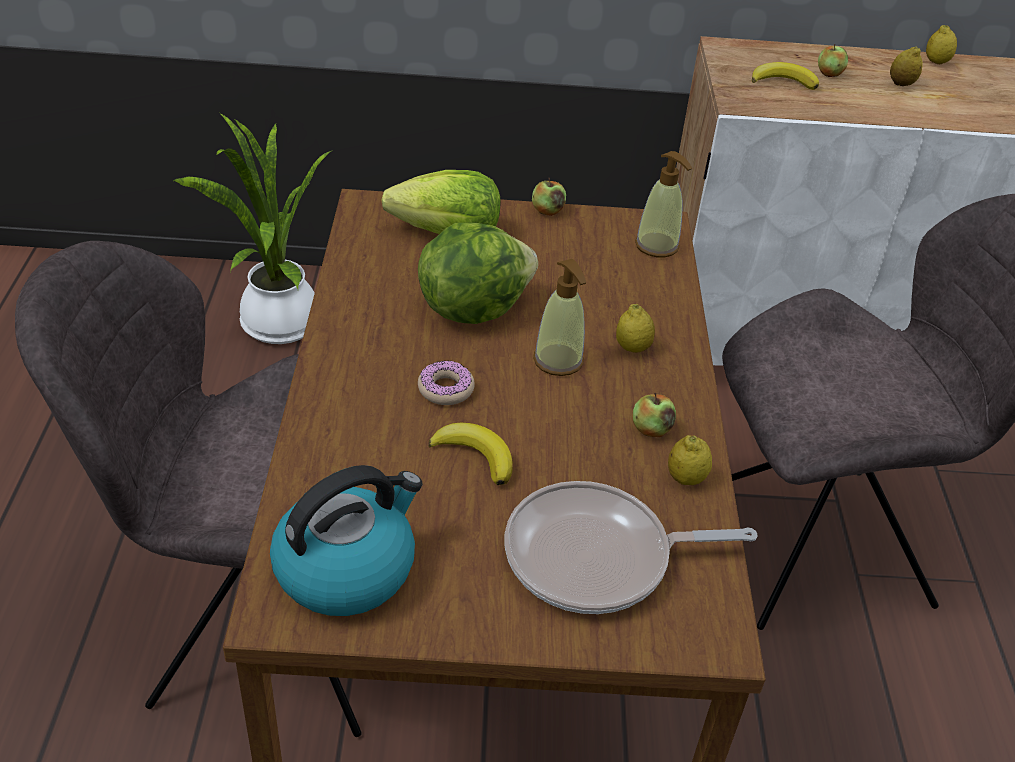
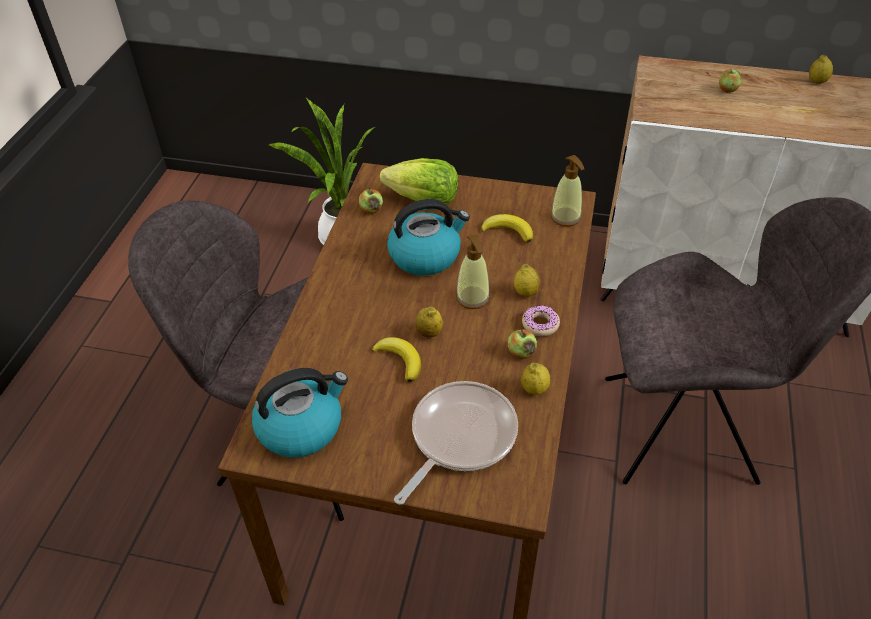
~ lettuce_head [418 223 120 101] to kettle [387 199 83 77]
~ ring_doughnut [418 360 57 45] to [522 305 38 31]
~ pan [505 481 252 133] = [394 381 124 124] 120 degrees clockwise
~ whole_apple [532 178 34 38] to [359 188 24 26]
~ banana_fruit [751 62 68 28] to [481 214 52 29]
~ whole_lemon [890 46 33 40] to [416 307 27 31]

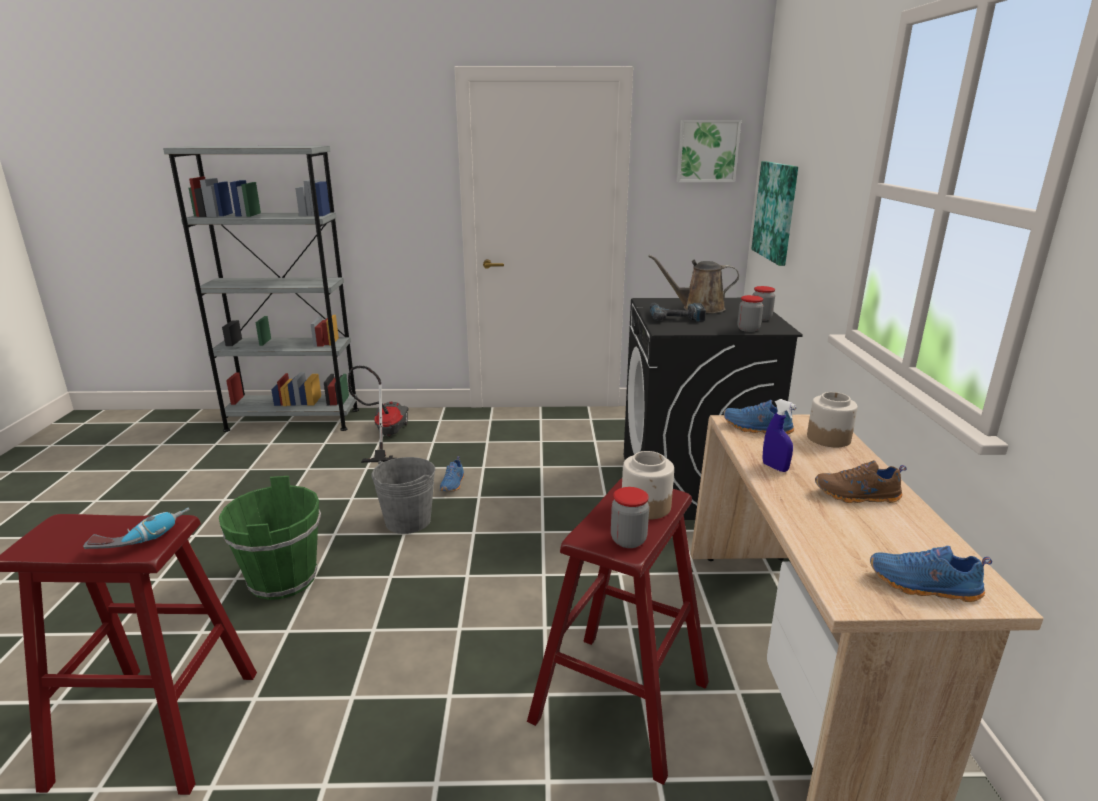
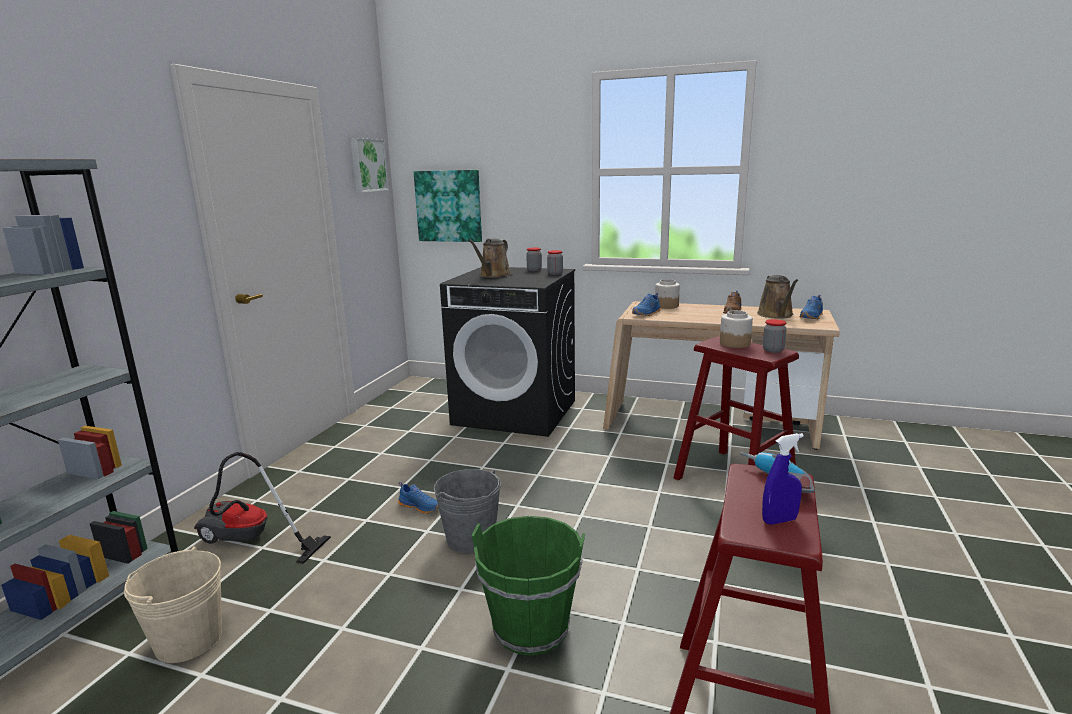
- power_drill [650 302 56 20]
~ blue-coloured_hand_sprayer [763 399 33 73] to [762 433 42 92]
+ beige_water_bucket [124 546 98 117]
+ brown-coloured_watering_can [757 275 41 44]

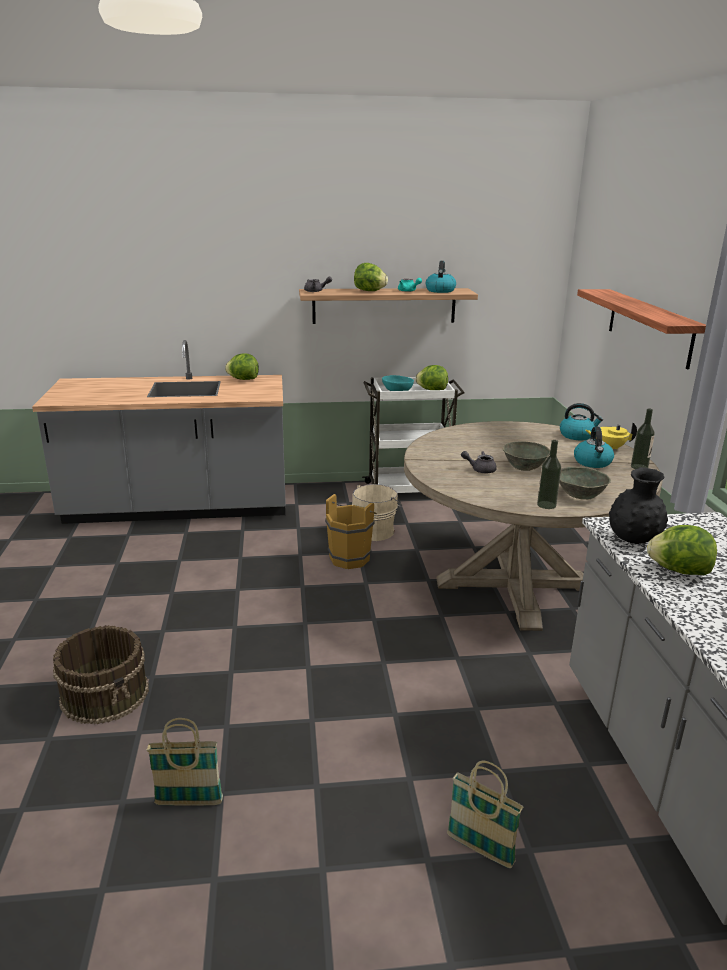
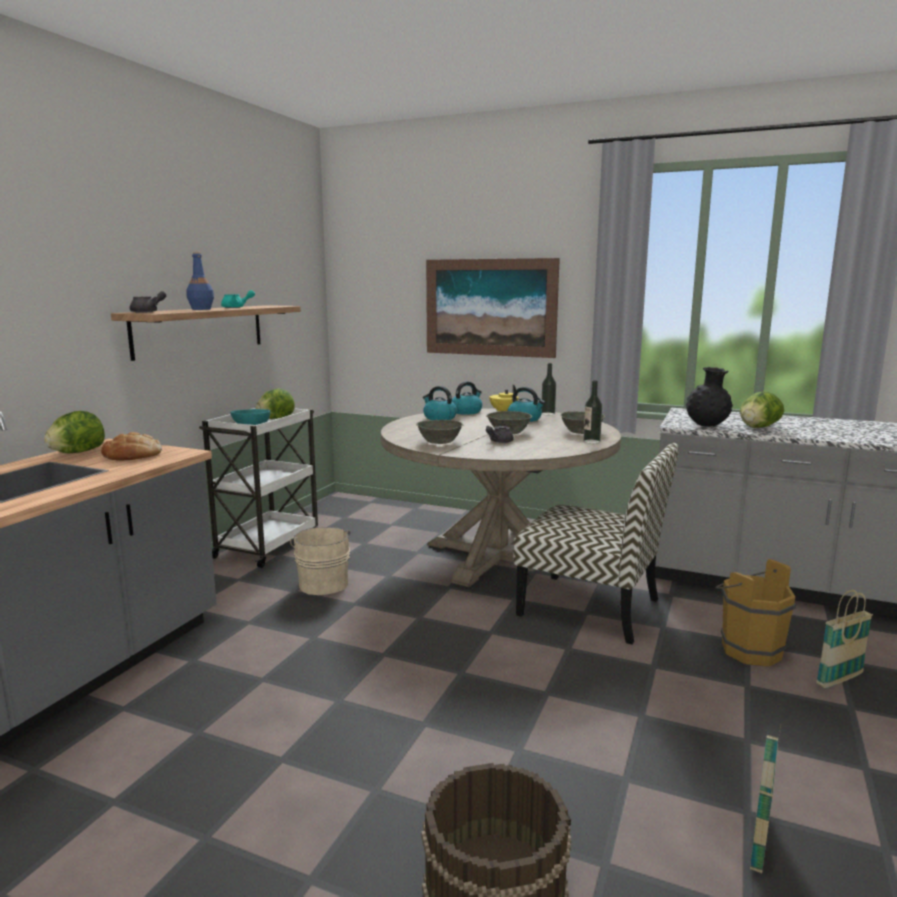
~ brown-coloured_water_bucket [325 494 52 75] to [715 559 81 108]
~ lettuce_head [354 263 34 28] to blue-coloured_bottle [186 252 28 58]
~ kettle [426 261 30 32] to [423 386 34 34]
~ bracket_shelf [577 289 129 80] to wall_picture [426 258 134 100]
+ bakery_bread [101 432 61 29]
+ gray_bowl [416 420 47 24]
+ chair [513 443 166 202]

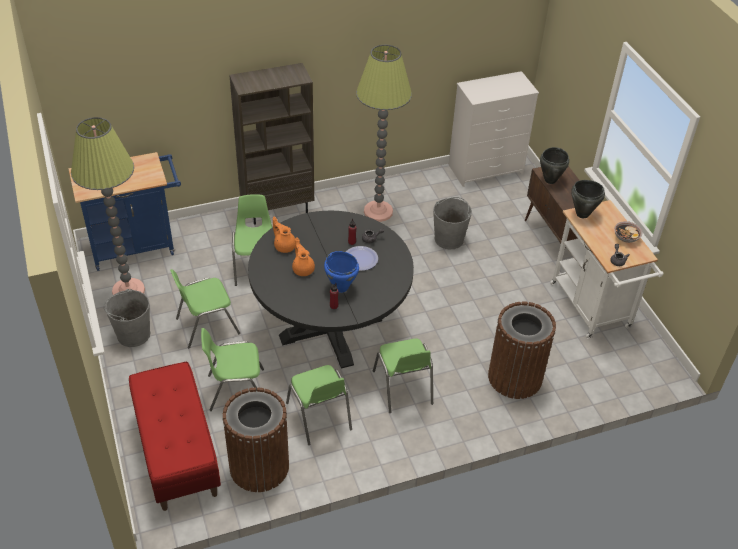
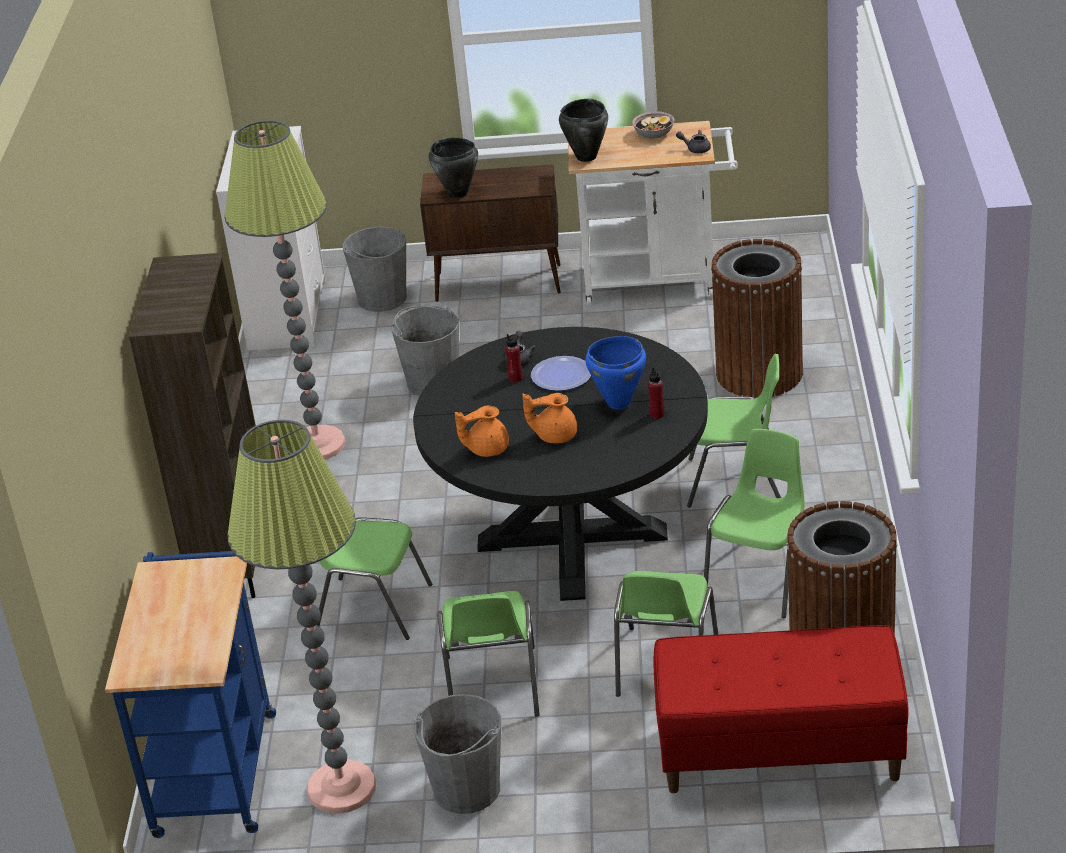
~ greenish_chair [286 365 66 80] = [704 429 101 189] 60 degrees counterclockwise
+ gray_water_bucket [342 227 65 85]

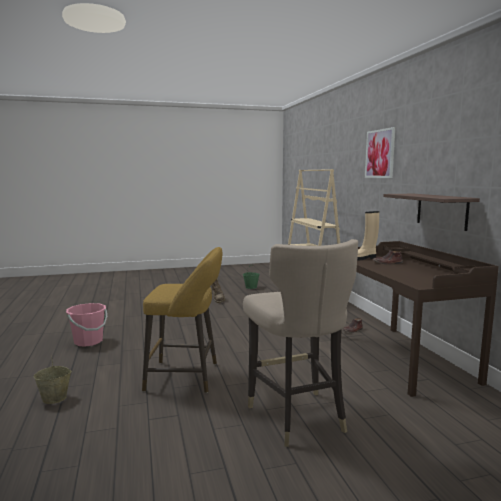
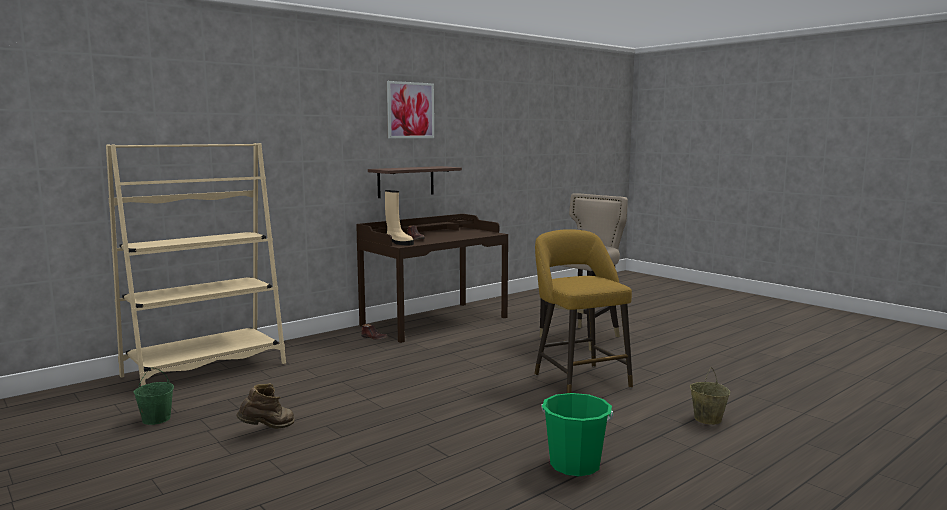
~ pink_water_bucket [66 303 41 44] to greenish_water_bucket [541 393 72 83]
~ wall_picture [365 127 30 51] to [387 81 47 57]

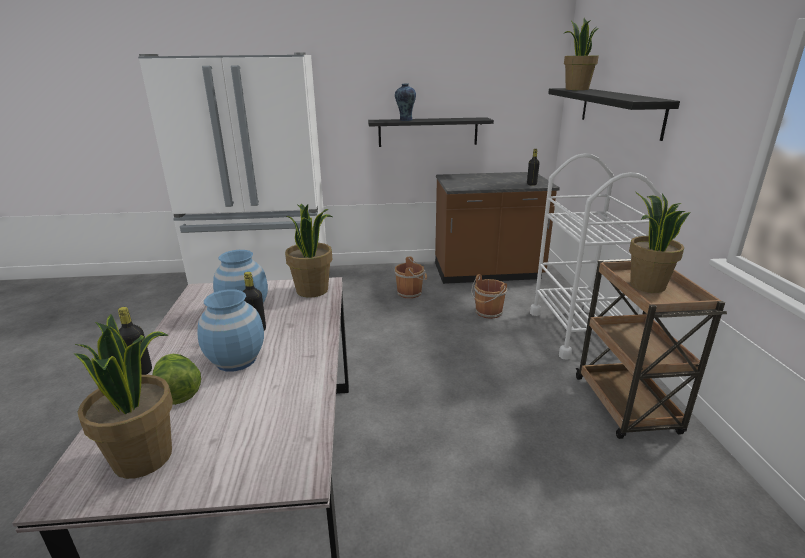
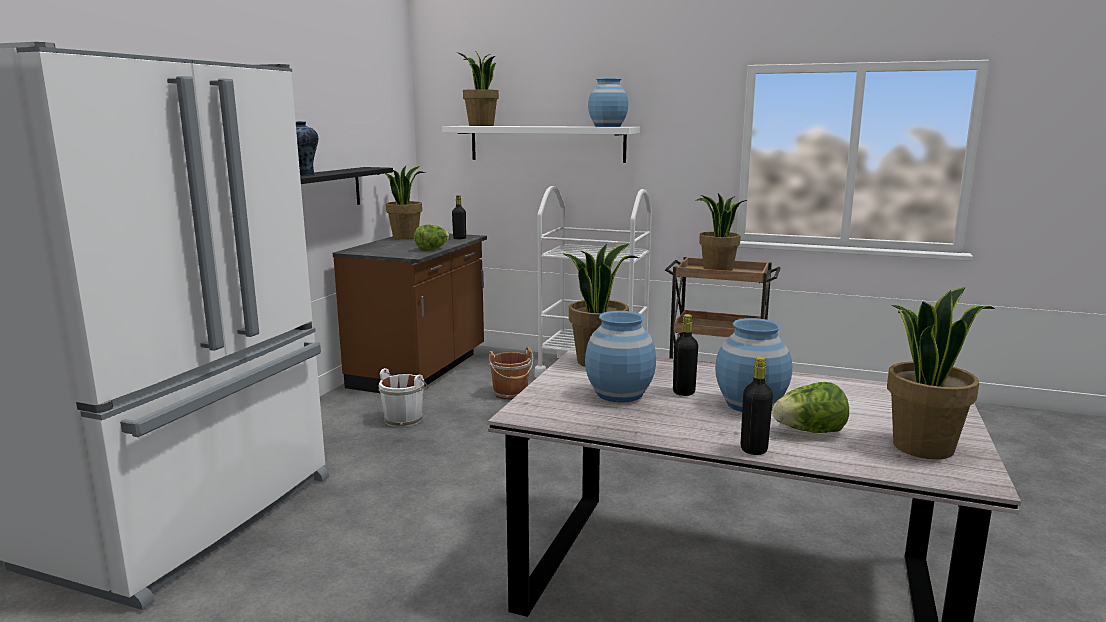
~ brown-coloured_water_bucket [394 257 33 41] to white_water_bucket [379 368 50 59]
~ black_bracket_shelf [548 88 132 53] to white_bracket_shelf [442 126 198 37]
+ houseplant [384 166 41 73]
+ lettuce_head [414 225 36 26]
+ blue-coloured_flower_vase [588 78 40 49]

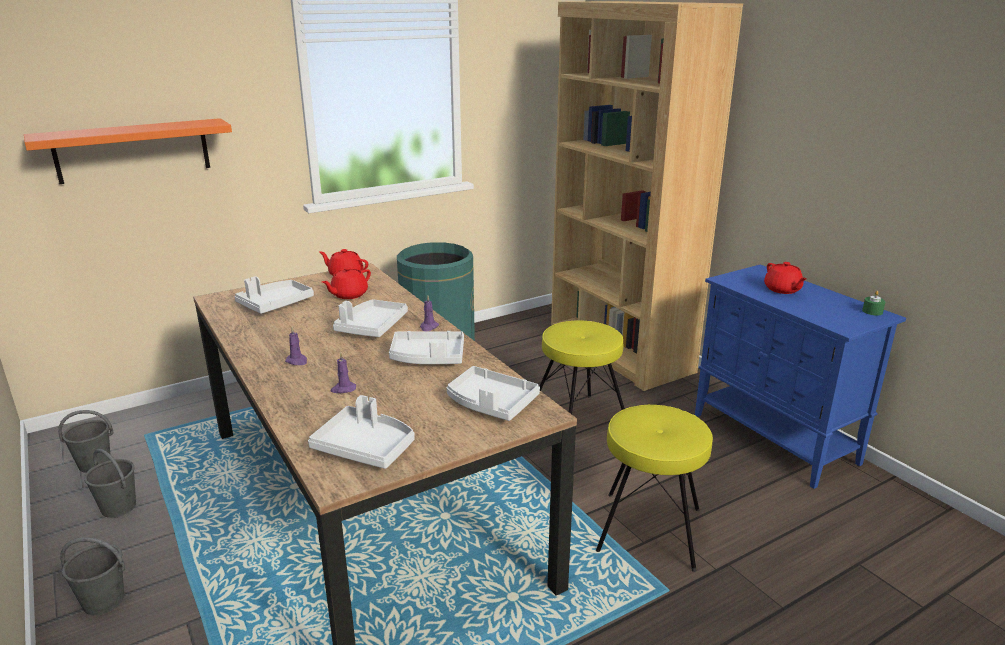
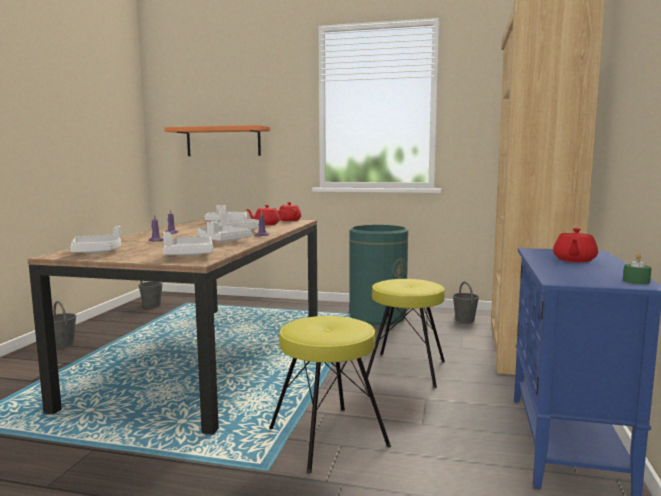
~ gray_water_bucket [84 449 52 69] to [453 281 26 42]

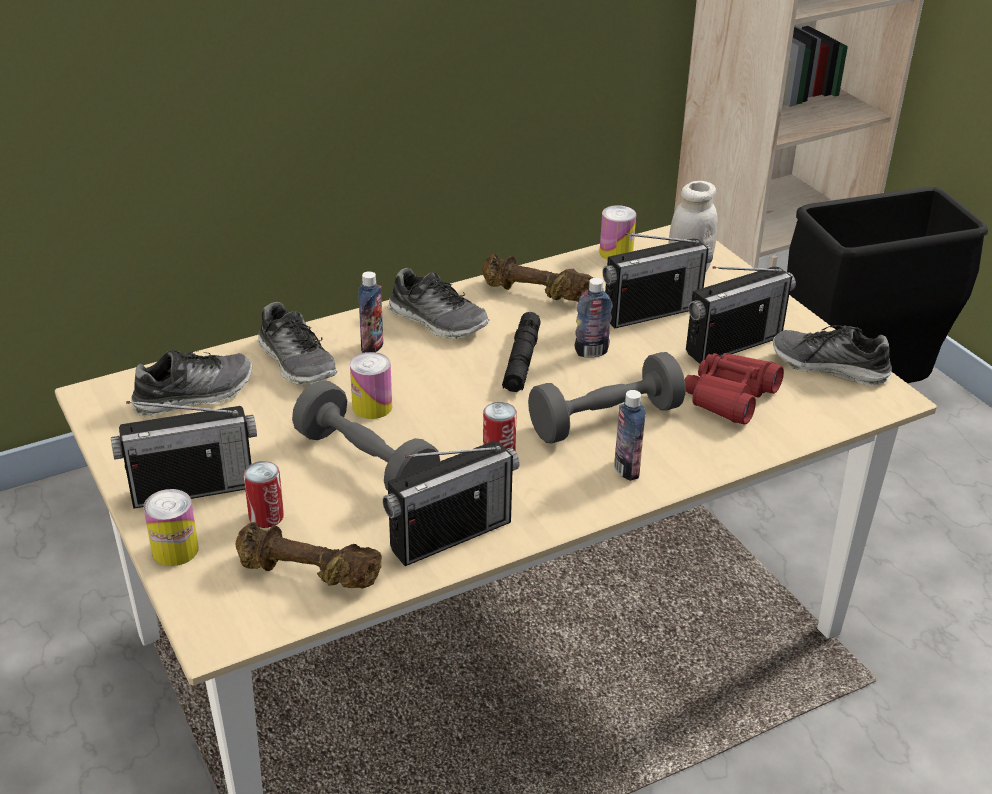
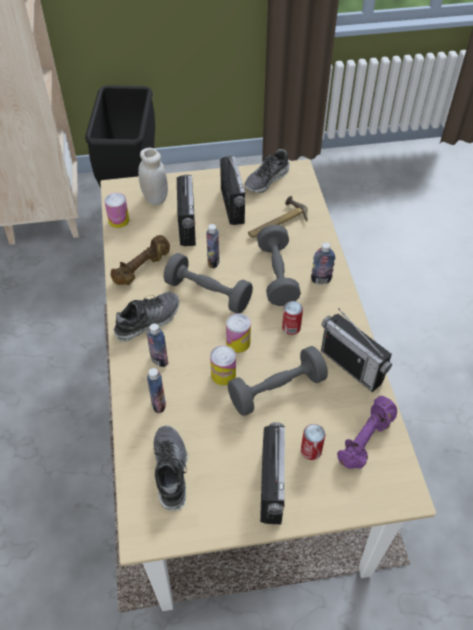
~ metal_can [144 489 55 77] to [226 313 25 40]
~ brown-coloured_hand_weight [235 522 147 67] to purple-coloured_hand_weight [337 396 60 73]
~ shoe [257 302 81 83] to bottle [147 368 19 45]
~ radio_set [382 441 138 125] = [321 308 71 84] 150 degrees clockwise
~ black_hand_torch [502 312 39 80] to gray_hand_weight [164 253 89 60]
~ red_binoculars [685 353 99 72] to hand_hammer [248 196 60 42]

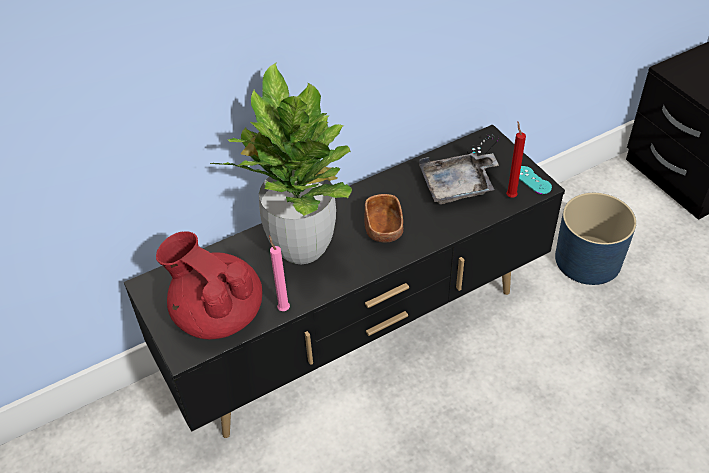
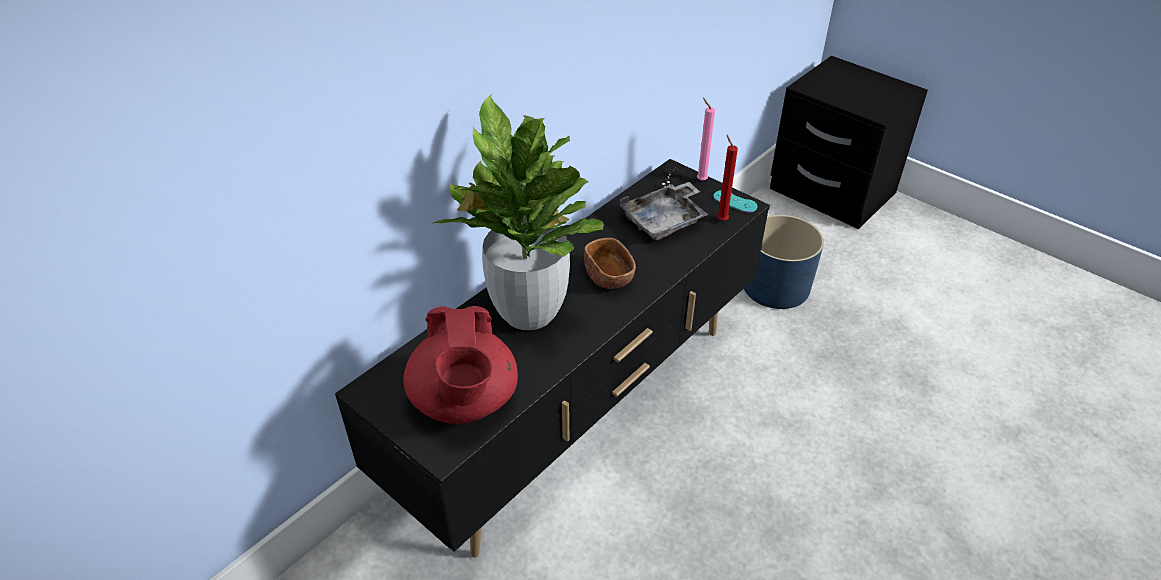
~ red_teapot [156 231 106 108] = [403 306 115 118] 120 degrees counterclockwise
~ pink_wax_candle [269 235 21 76] to [697 98 18 83]

